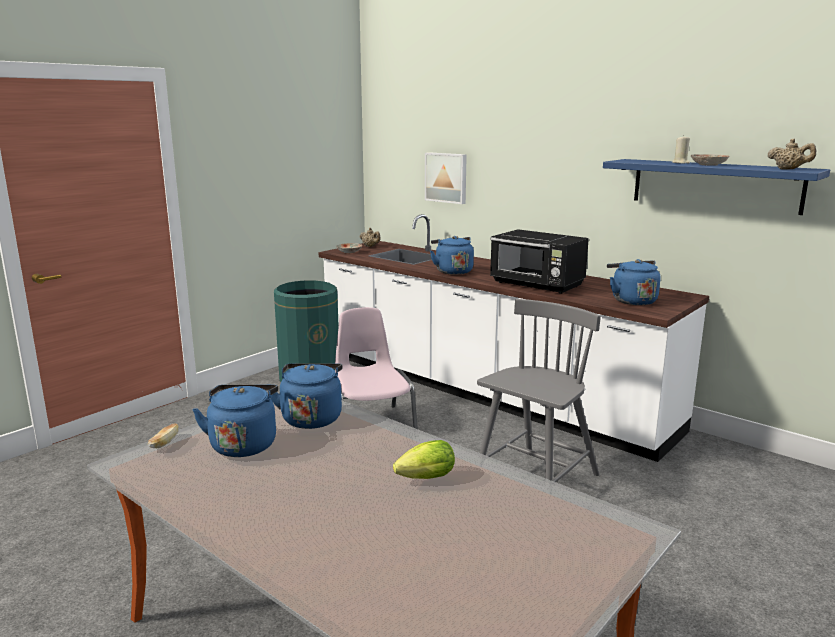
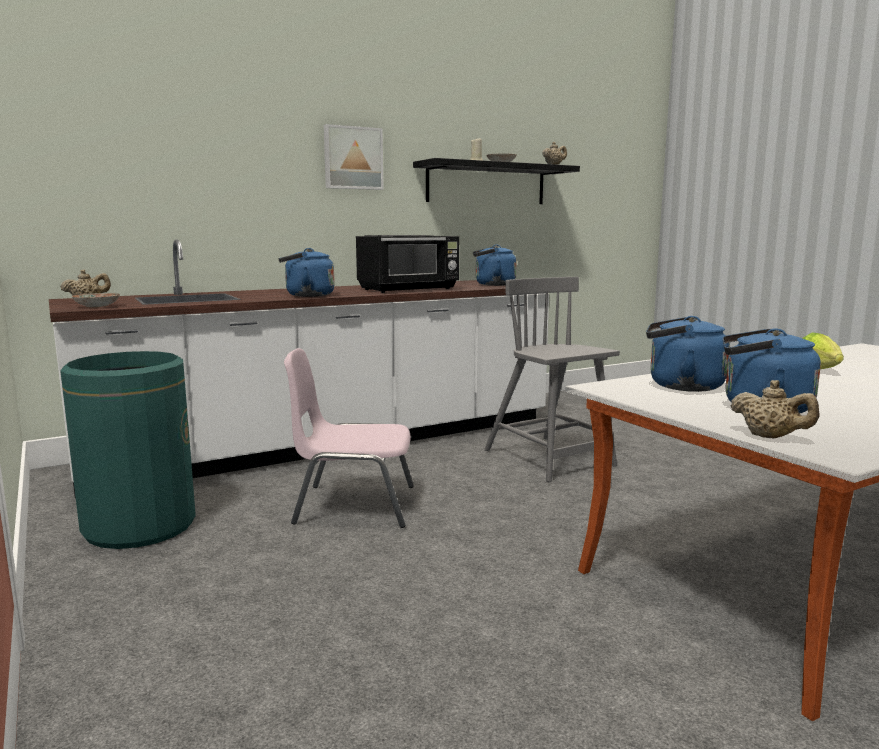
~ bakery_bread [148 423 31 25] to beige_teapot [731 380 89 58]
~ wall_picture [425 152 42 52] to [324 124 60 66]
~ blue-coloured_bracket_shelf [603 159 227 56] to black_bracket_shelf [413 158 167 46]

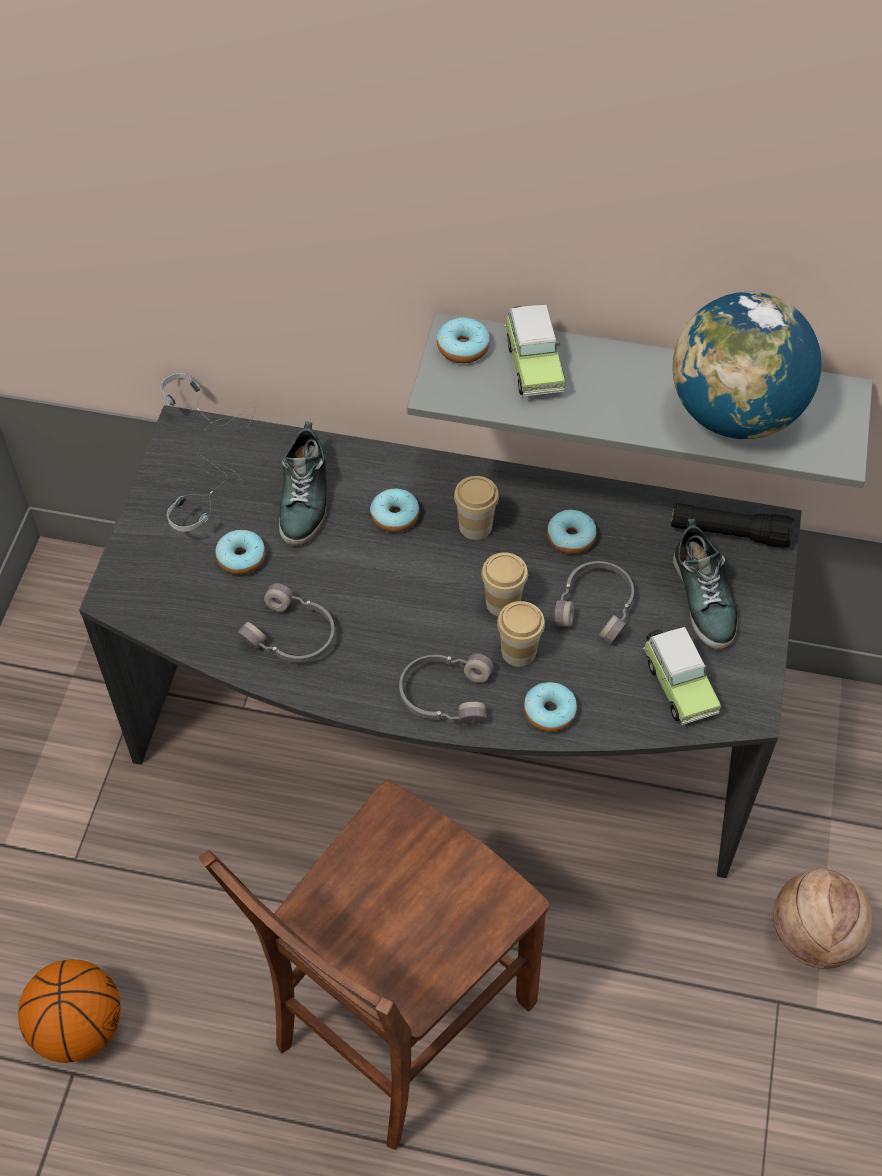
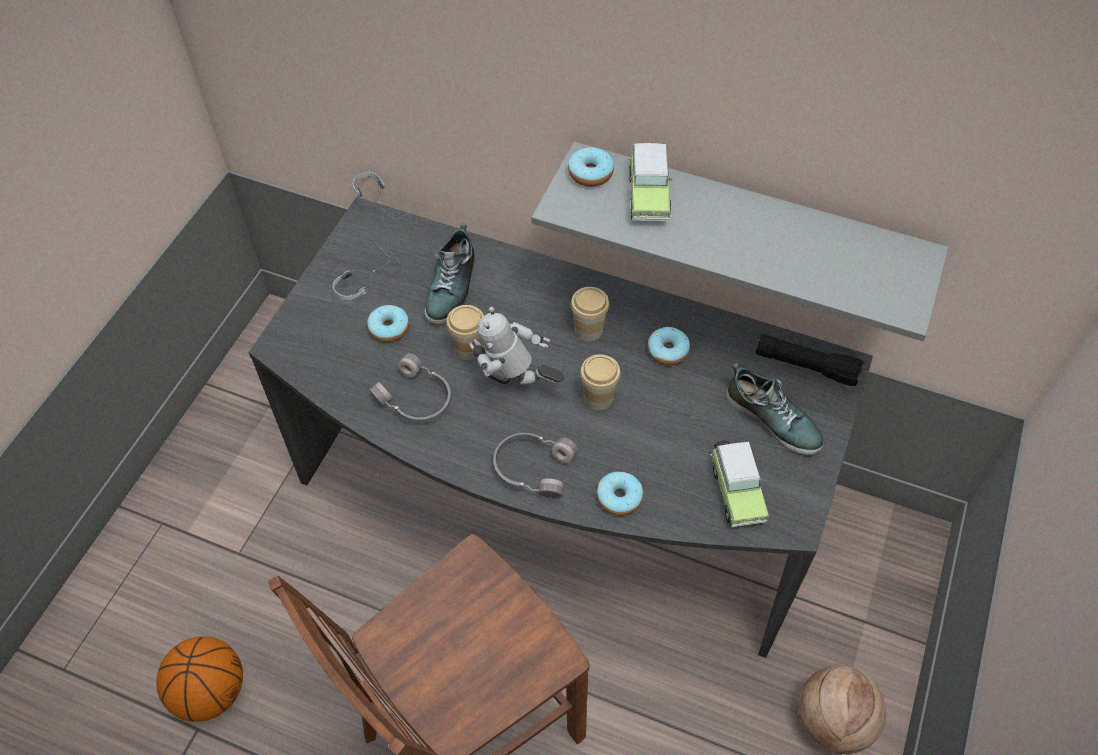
- ring_doughnut [370 489 49 43]
~ small_cup [497 601 48 66] to [446 305 38 55]
- gray_pair_of_headphones [554 561 80 83]
- globe [673 292 148 147]
~ shoe [673 519 64 131] = [726 363 98 93] 45 degrees counterclockwise
+ model_robot [469 307 95 78]

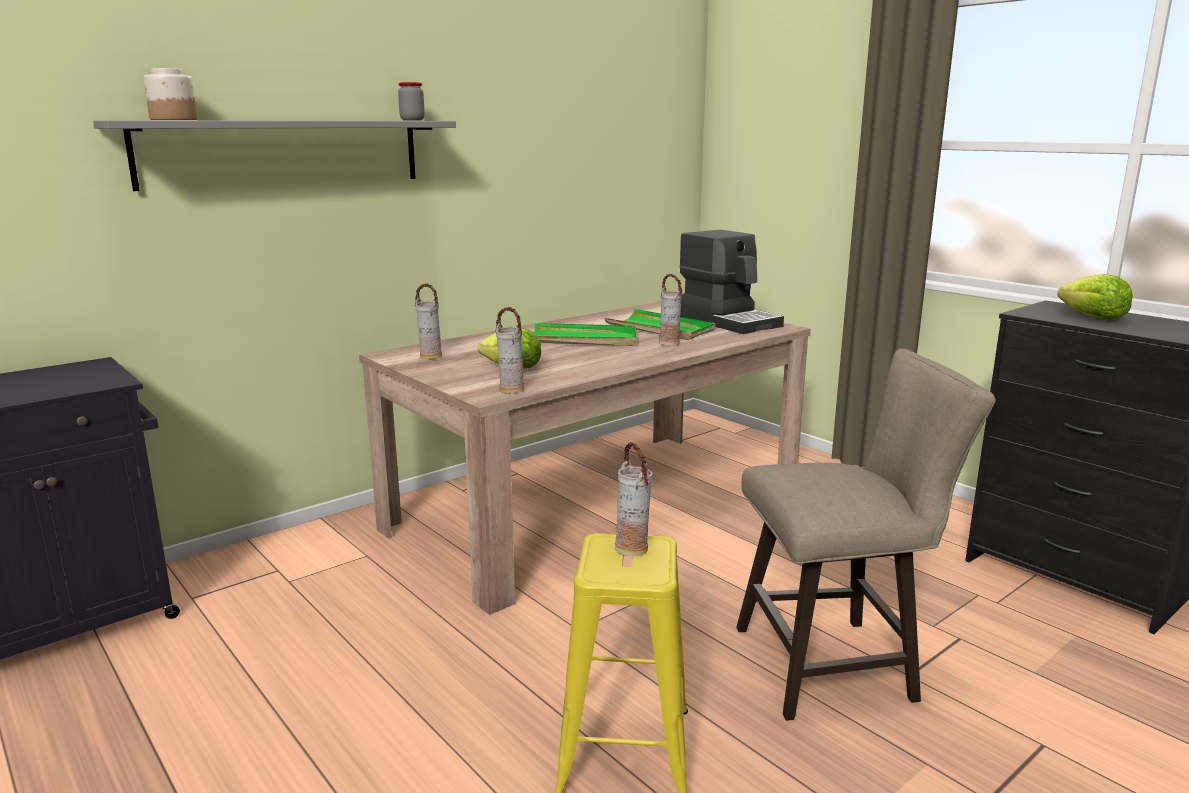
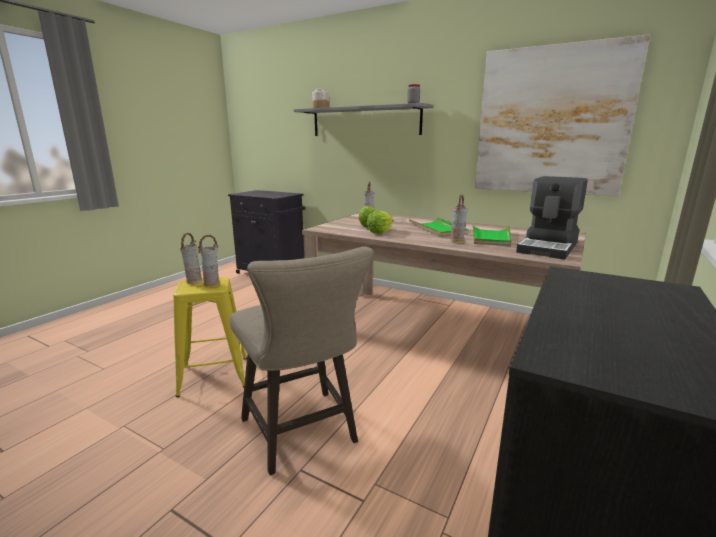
~ flower_vase [495 307 30 87] to [180 233 22 51]
~ lettuce_head [1057 274 76 46] to [367 211 27 23]
+ wall_picture [475 34 175 162]

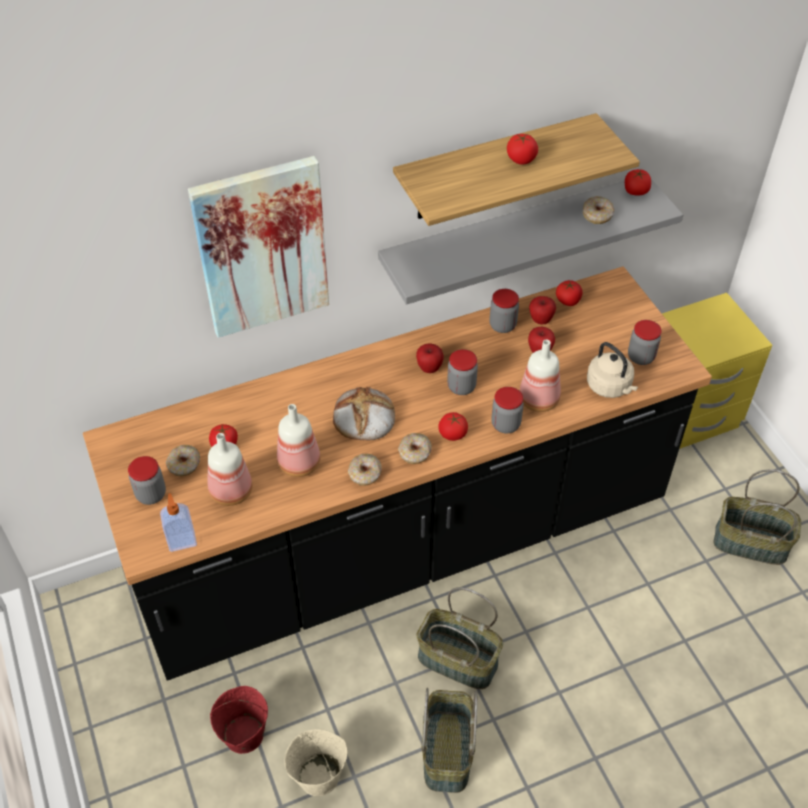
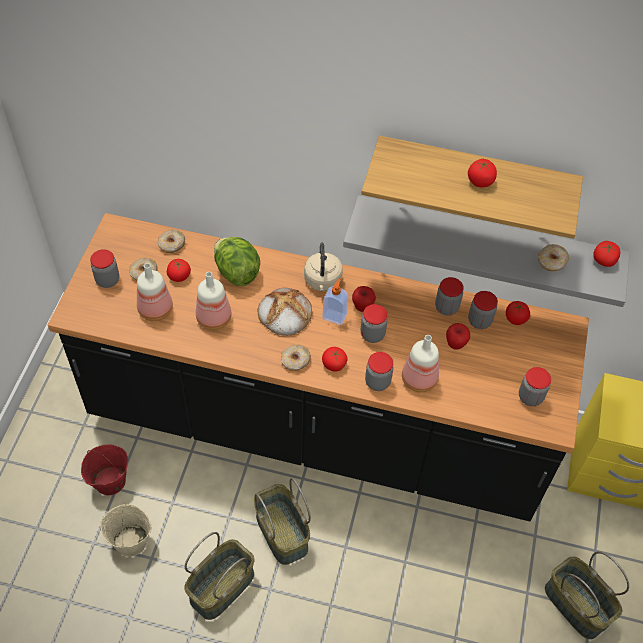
~ soap_dispenser [160 493 37 59] to [322 279 26 46]
- wall_picture [188 156 141 182]
~ ring_doughnut [348 453 34 33] to [158 230 27 23]
~ whole_apple [529 296 27 29] to preserve_jar [468 291 30 38]
~ beige_kettle [587 342 51 56] to [304 242 39 49]
+ lettuce_head [214 237 46 49]

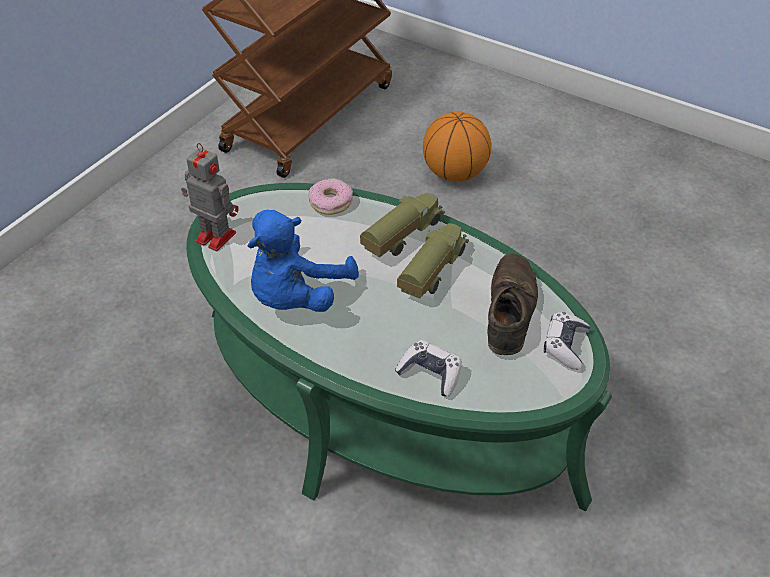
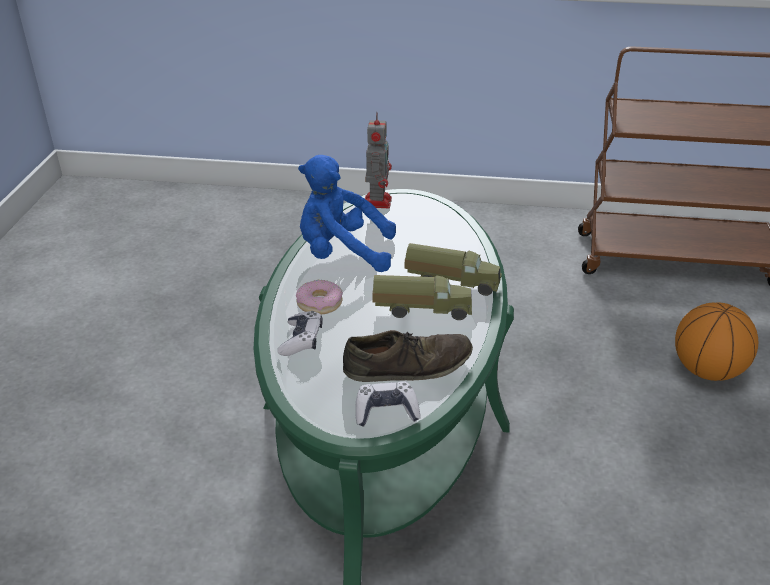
~ ring_doughnut [308 178 45 37] to [296 280 47 35]

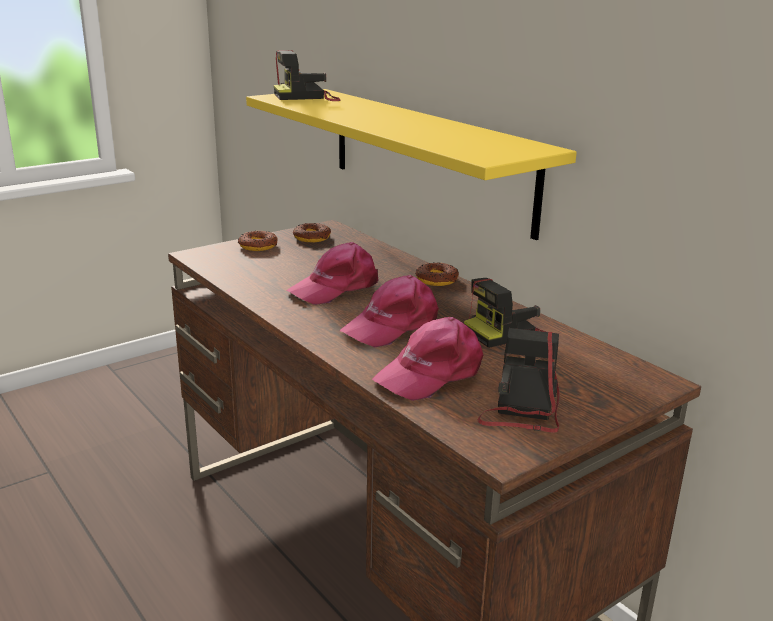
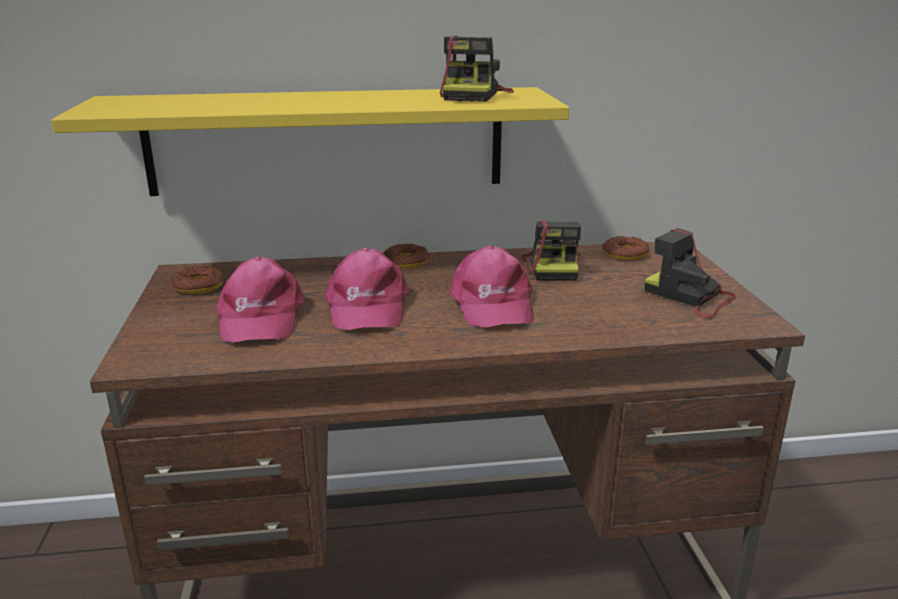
~ ring_doughnut [238 231 40 20] to [603 236 47 24]
~ photo_camera [274 50 67 51] to [440 36 74 66]
~ pink_baseball_cap [372 317 112 84] to [216 257 89 86]

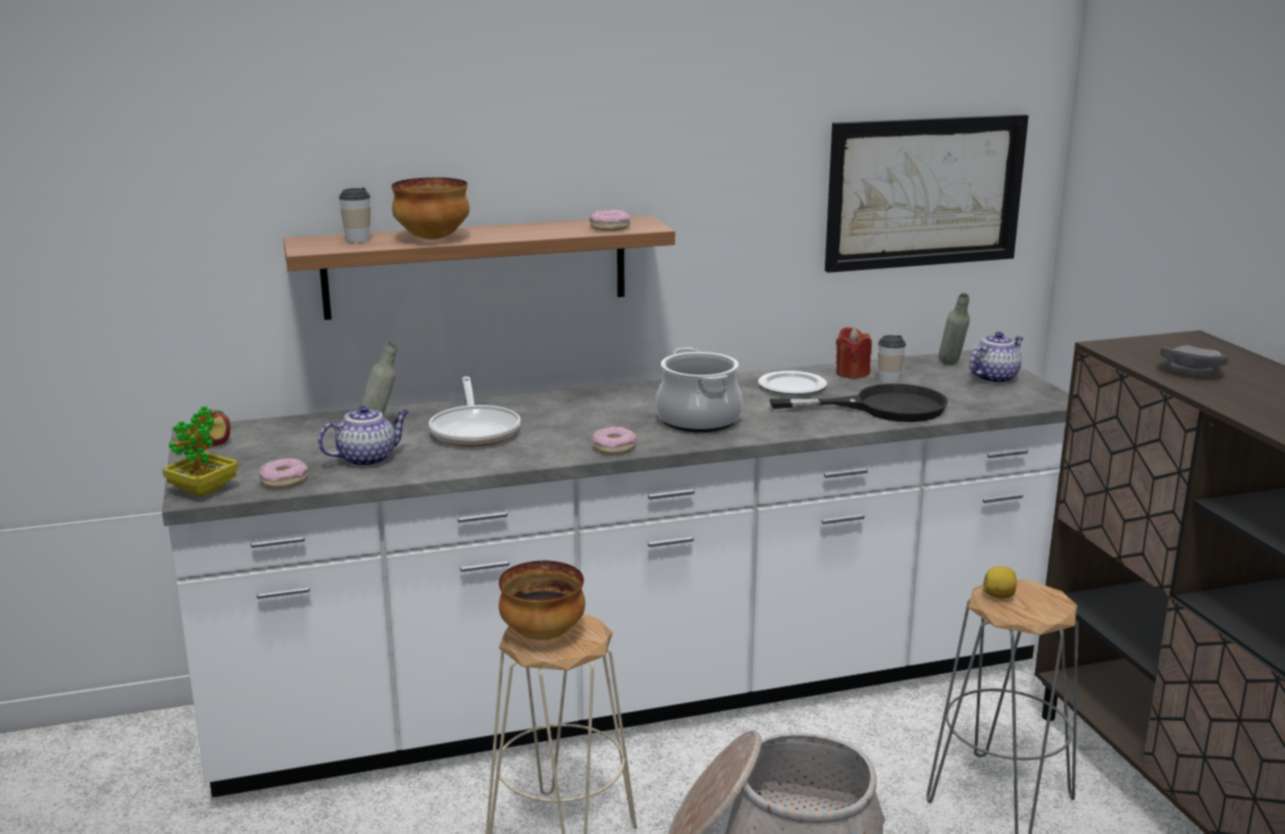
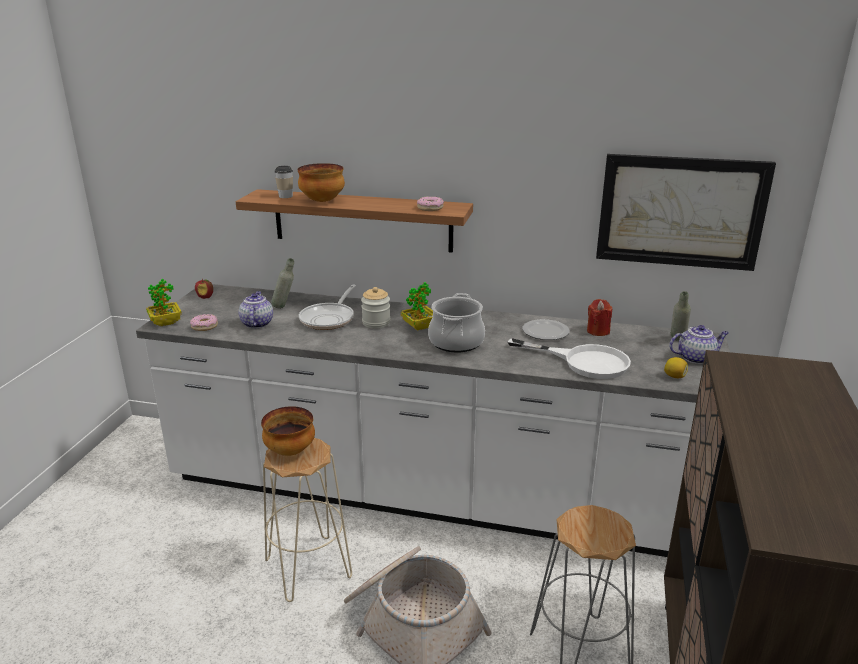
~ teapot [318 405 91 62] = [238 291 35 37] 90 degrees counterclockwise
- ring_doughnut [592 427 44 27]
~ black_pan [770 383 178 39] to white_pan [508 338 123 41]
- small_cup [878 335 28 49]
~ whole_lemon [982 566 35 32] to [664 357 24 21]
- gray_dinner_plate [1160 345 68 30]
+ preserve_jar [361 287 30 41]
+ houseplant [401 282 32 49]

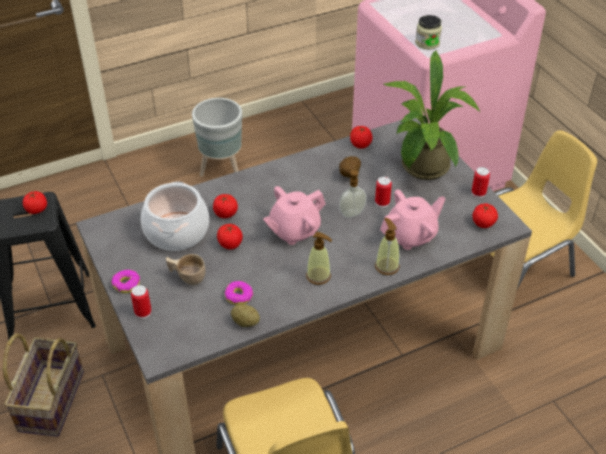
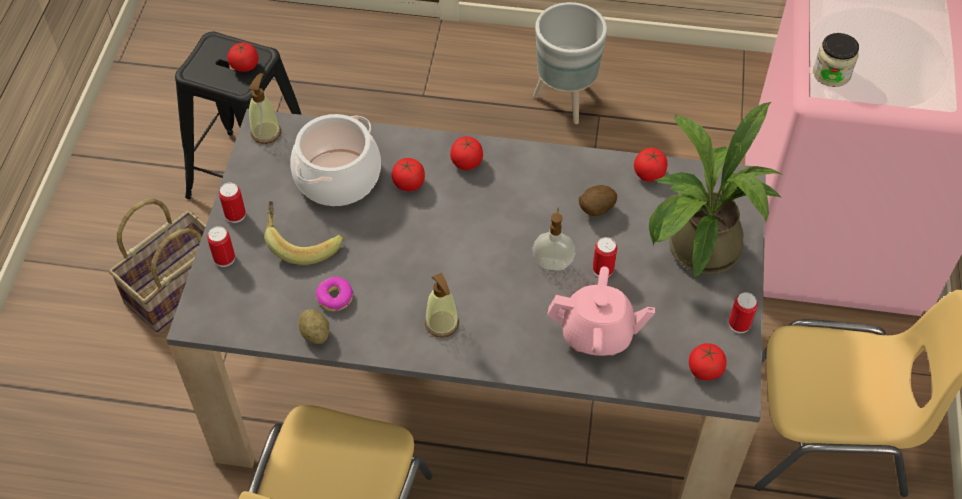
~ ring_doughnut [111 270 29 23] to metal_can [219 183 27 40]
~ beige_small_cup [166 254 39 31] to banana_fruit [265 201 78 64]
~ tomato [217 224 26 26] to [450 136 33 34]
- pink_teapot [263 186 63 59]
~ soap_dispenser [375 218 25 57] to [249 73 32 71]

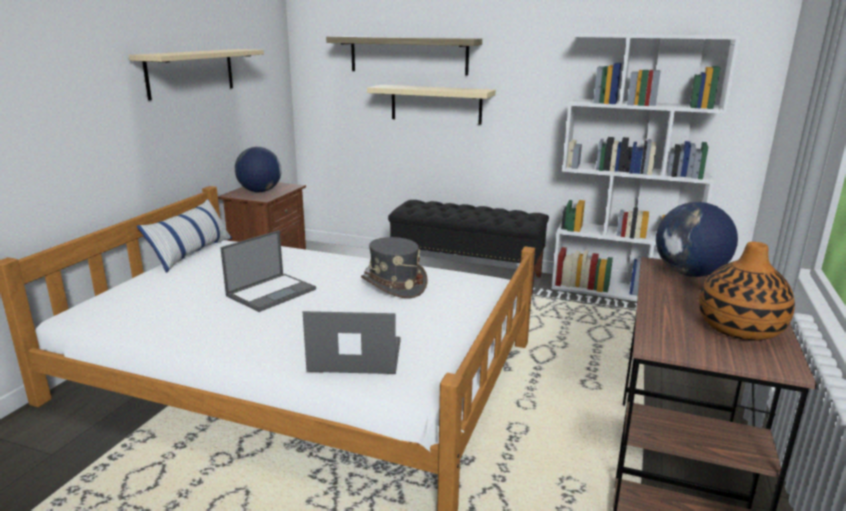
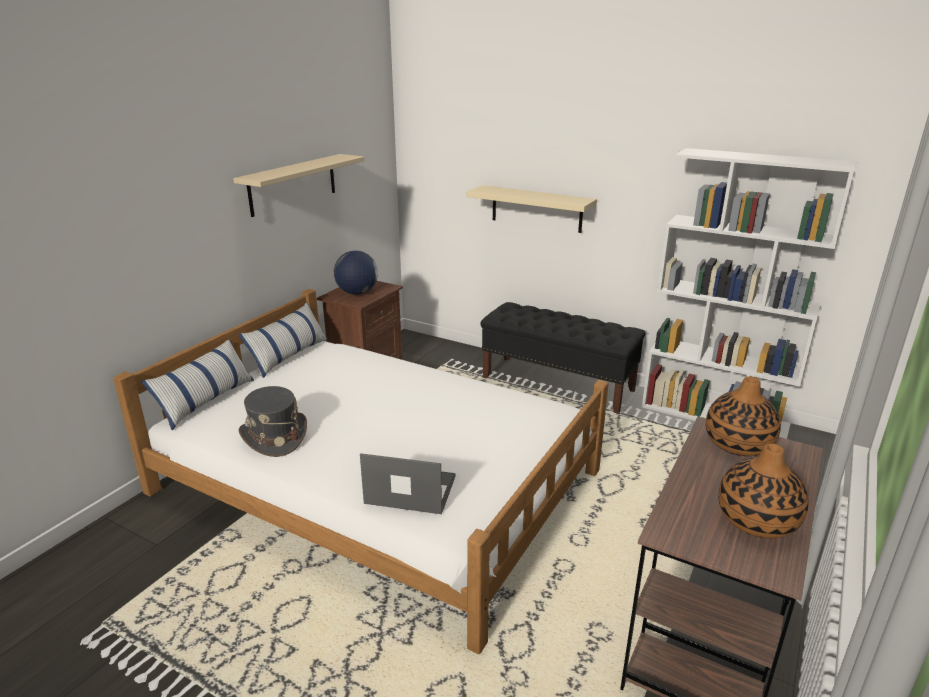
- portable_computer [220 230 96 82]
- bracket_shelf [326 36 156 39]
~ gray_clothing_hat [361 237 67 61] to [239 386 68 71]
~ globe [656 202 82 75] to flower_vase [706 377 75 79]
+ pillow [141 340 113 90]

